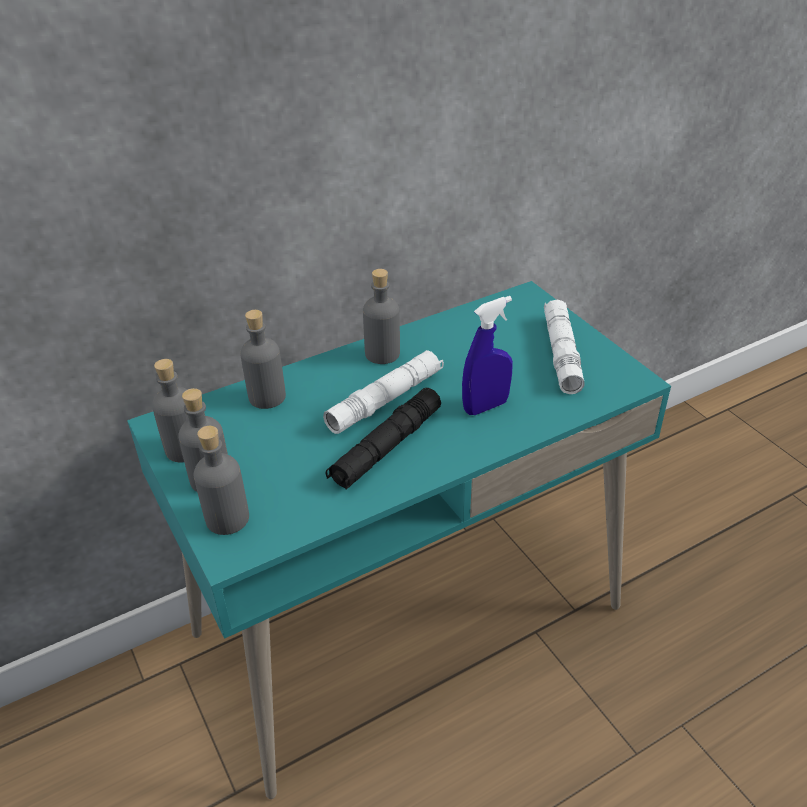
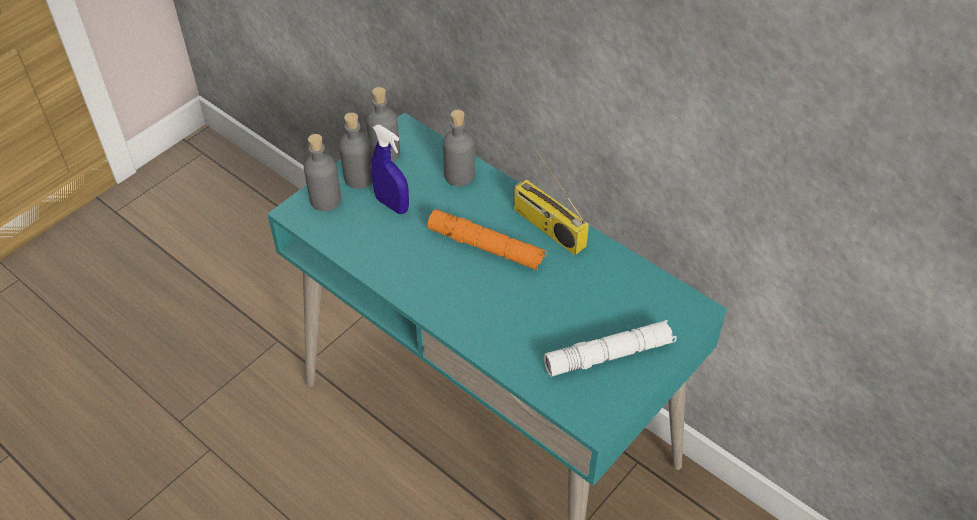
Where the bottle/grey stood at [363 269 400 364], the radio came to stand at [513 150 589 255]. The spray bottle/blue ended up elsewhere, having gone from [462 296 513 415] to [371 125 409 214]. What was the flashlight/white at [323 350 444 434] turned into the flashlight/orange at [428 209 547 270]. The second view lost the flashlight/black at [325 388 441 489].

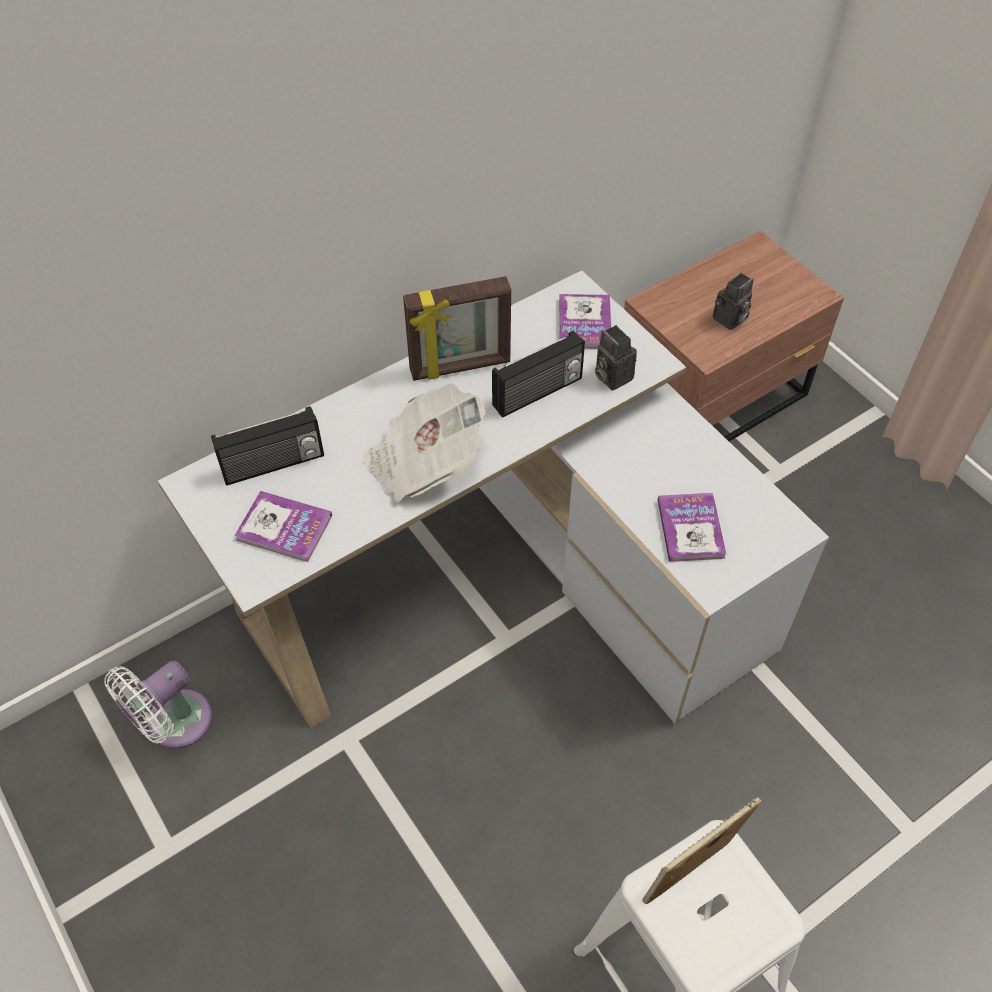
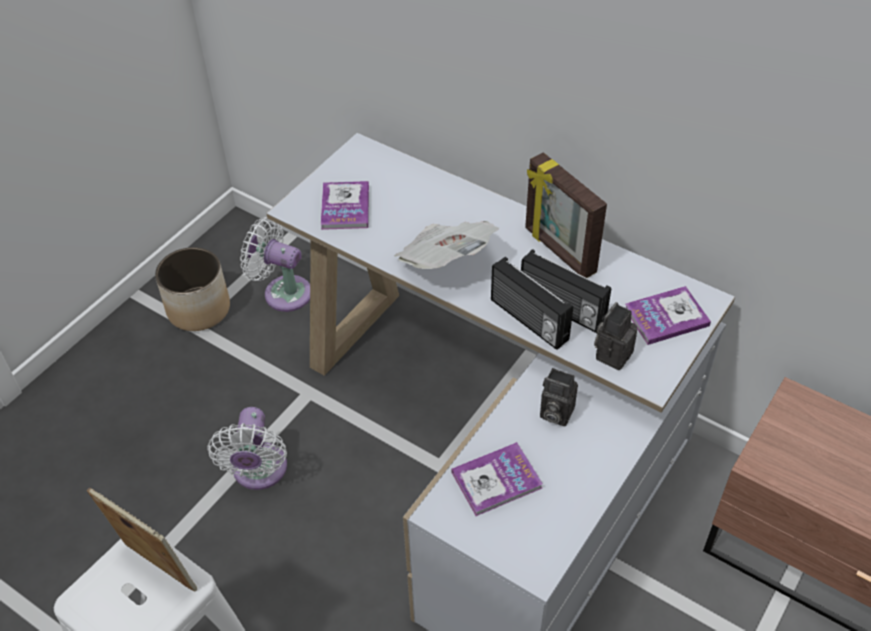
The photo camera ended up elsewhere, having gone from [713 273 754 330] to [540 368 578 426]. The radio ended up elsewhere, having gone from [211 406 324 486] to [491 257 573 350]. The second view gained the planter at [155 247 230 331]. The second view gained the fan/white at [207 407 287 490].

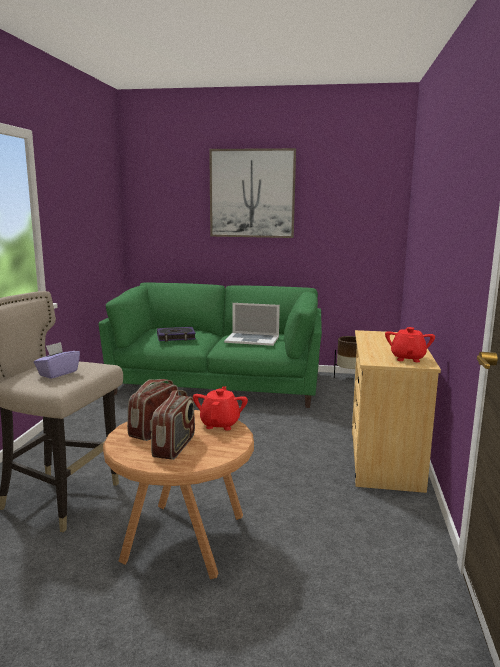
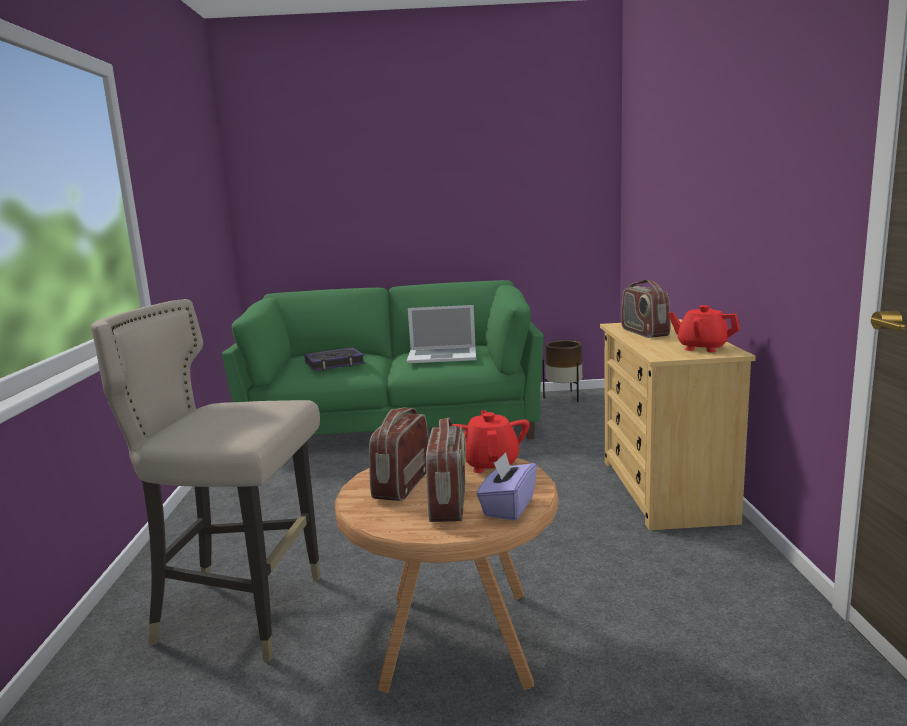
The second view lost the picture at [209 148 296 238]. The teapot/red at [385 327 435 362] ended up facing another way, 60 degrees counterclockwise from before. The tissue box/purple ended up elsewhere, having gone from [34 342 80 379] to [476 452 537 521]. The second view gained the radio at [621 279 671 338].

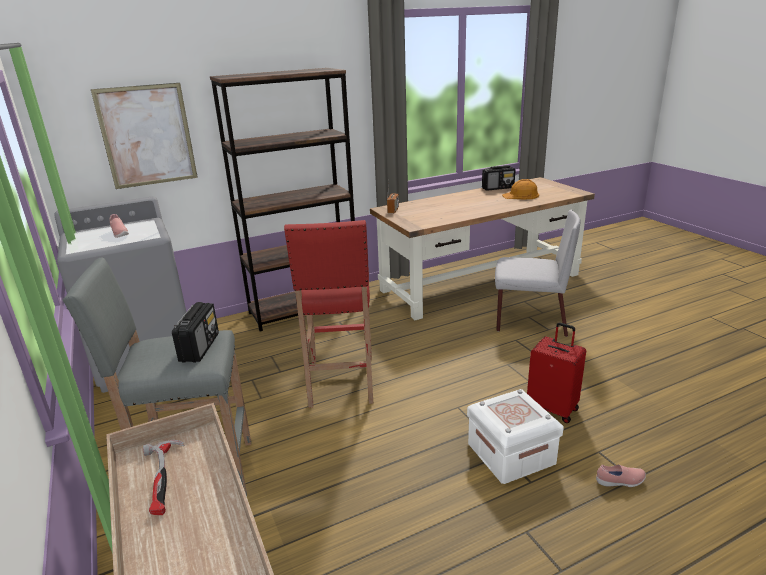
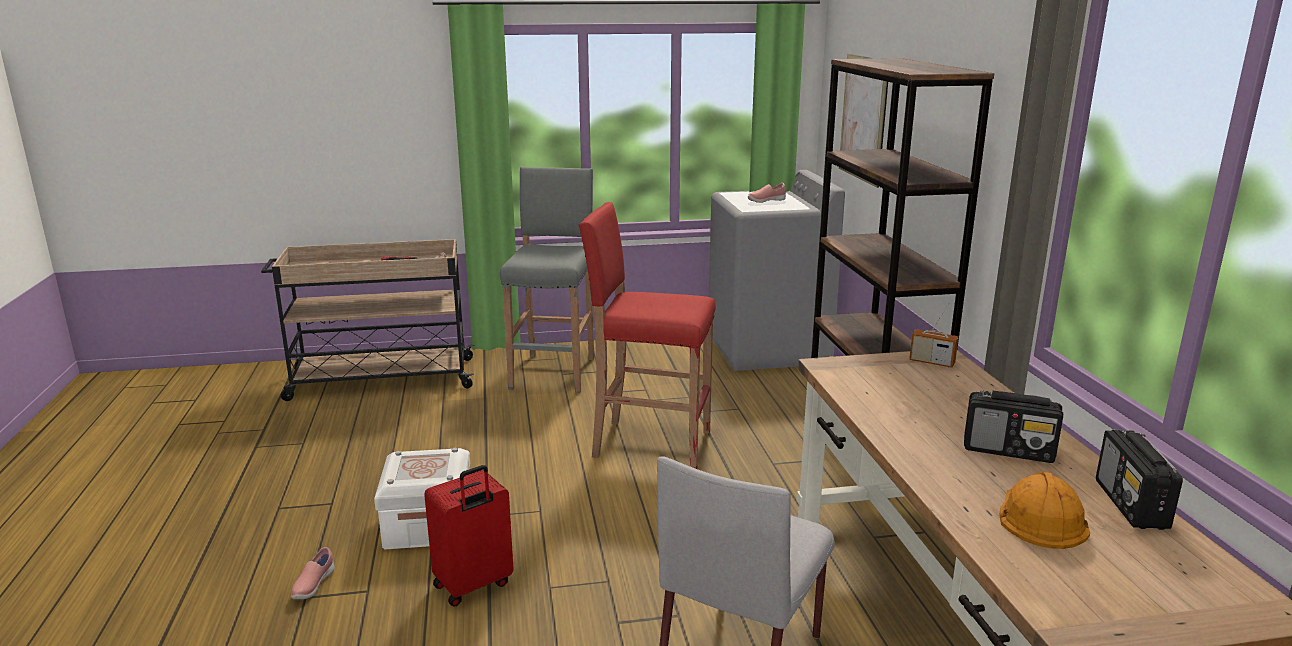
The radio ended up elsewhere, having gone from [172 302 219 363] to [964 390 1063 463].

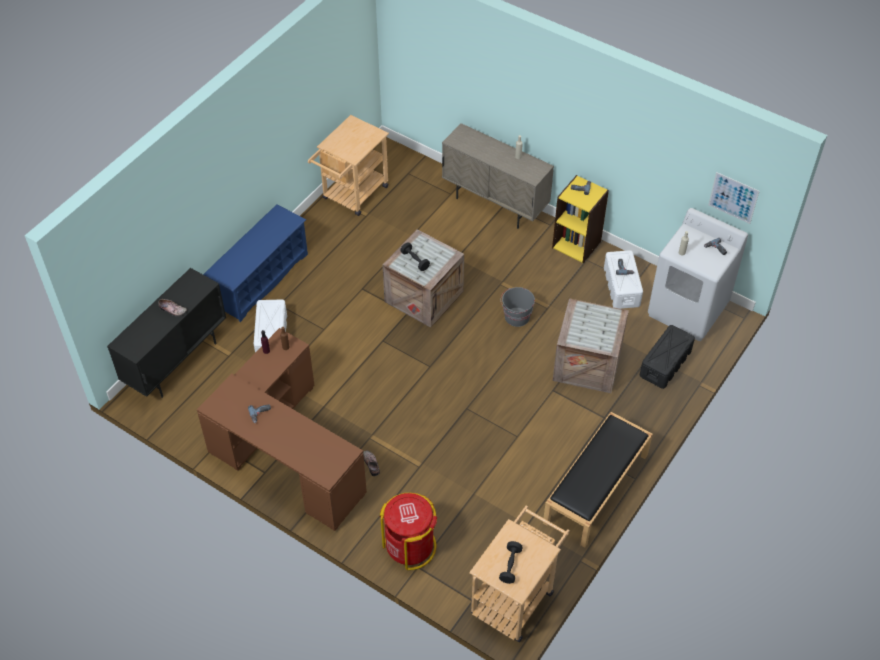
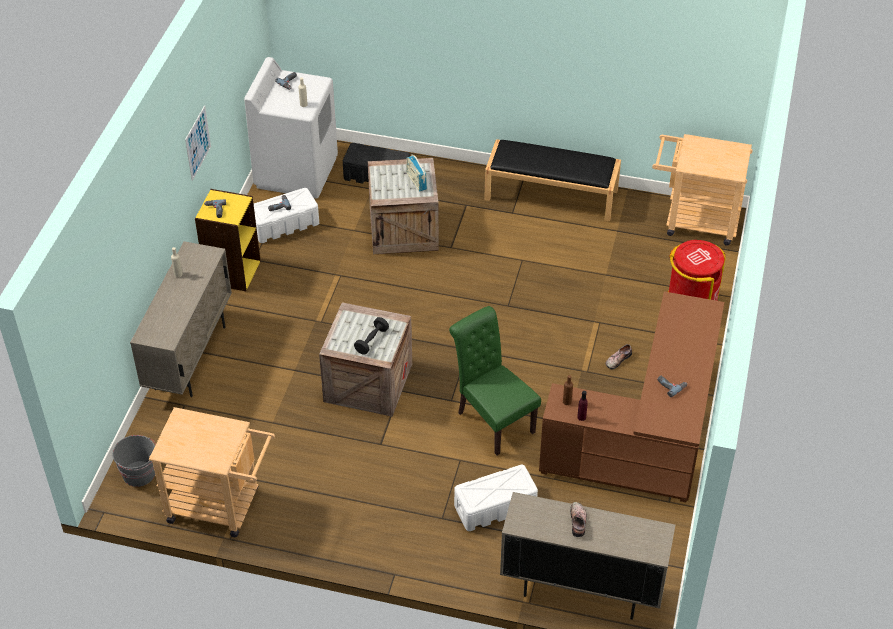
The picture ended up elsewhere, having gone from [708 172 759 224] to [185 105 211 181]. The second view lost the shoe rack/blue at [203 204 308 322]. What was the cabinet/black at [107 268 226 398] turned into the cabinet/beige at [500 492 675 620]. The bucket/grey ended up elsewhere, having gone from [501 287 535 327] to [112 435 156 487]. The second view lost the dumbbell/black at [499 541 523 584]. The second view gained the radio at [406 155 427 191]. The second view gained the chair/green at [449 306 541 456].

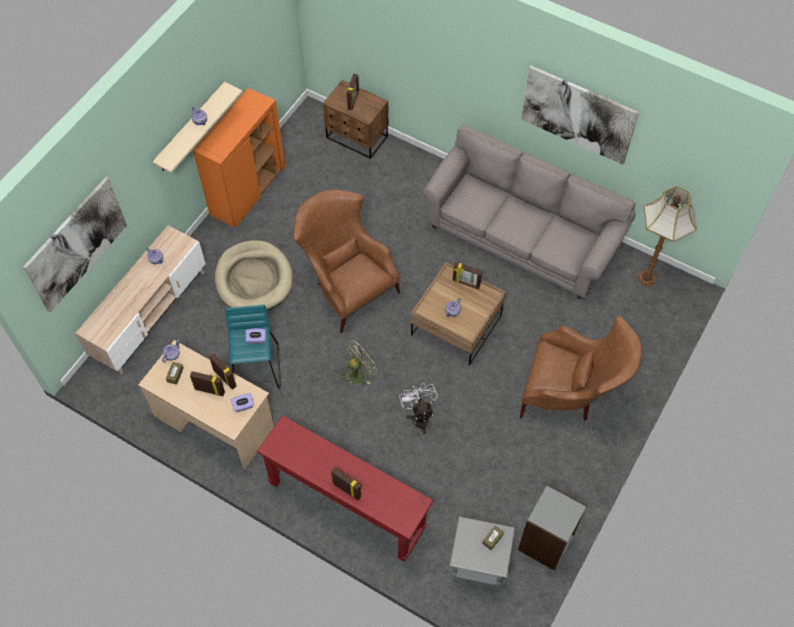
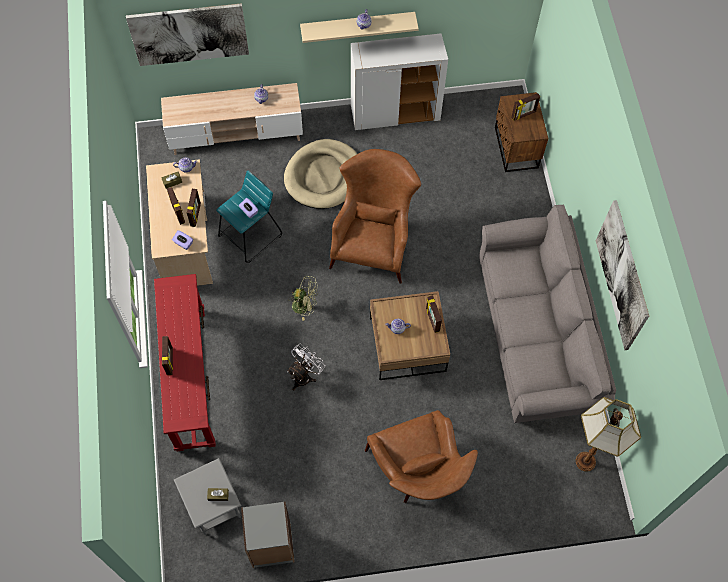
What was the cabinet/orange at [193 88 285 228] turned into the cabinet/white at [351 33 448 130].

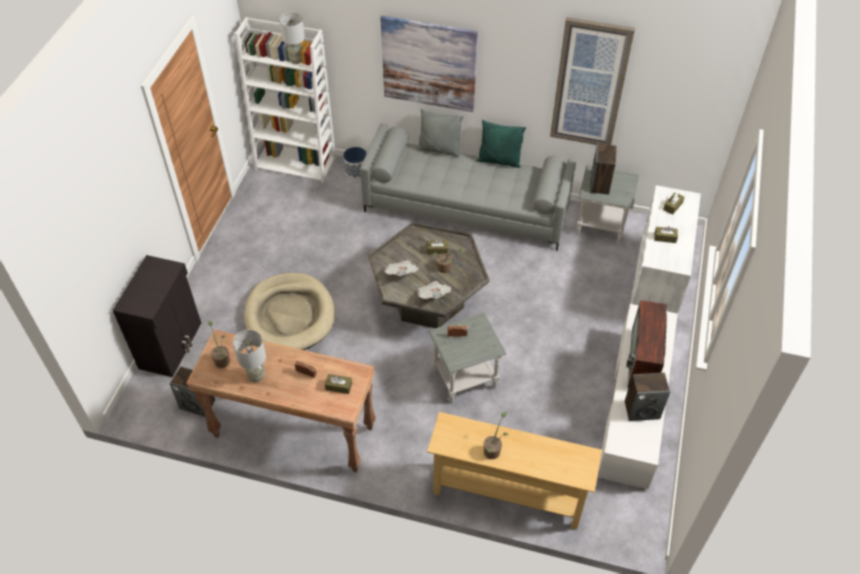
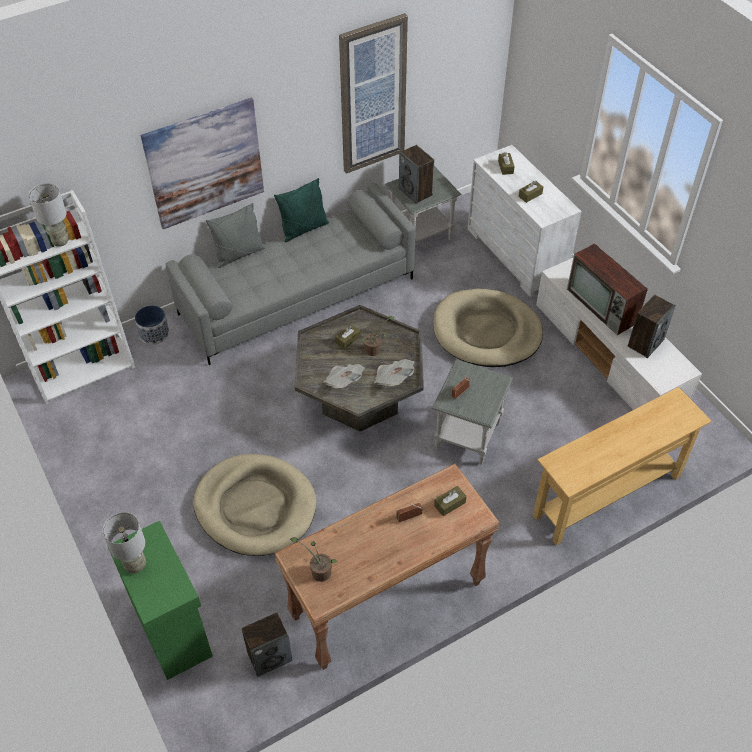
What was the cabinet/black at [113 255 201 377] turned into the cabinet/green at [107 521 213 680]. The table lamp/grey ended up elsewhere, having gone from [233 330 266 382] to [102 512 146 574]. The second view lost the potted plant at [483 412 509 459]. The second view gained the dog bed/beige at [433 289 543 367].

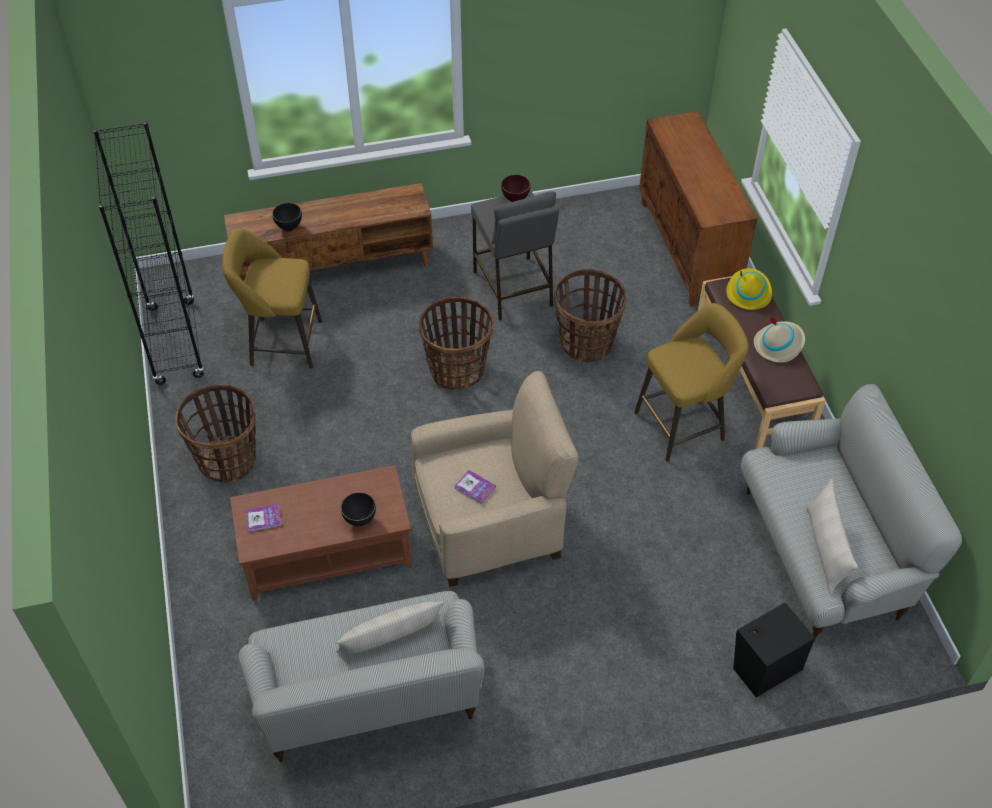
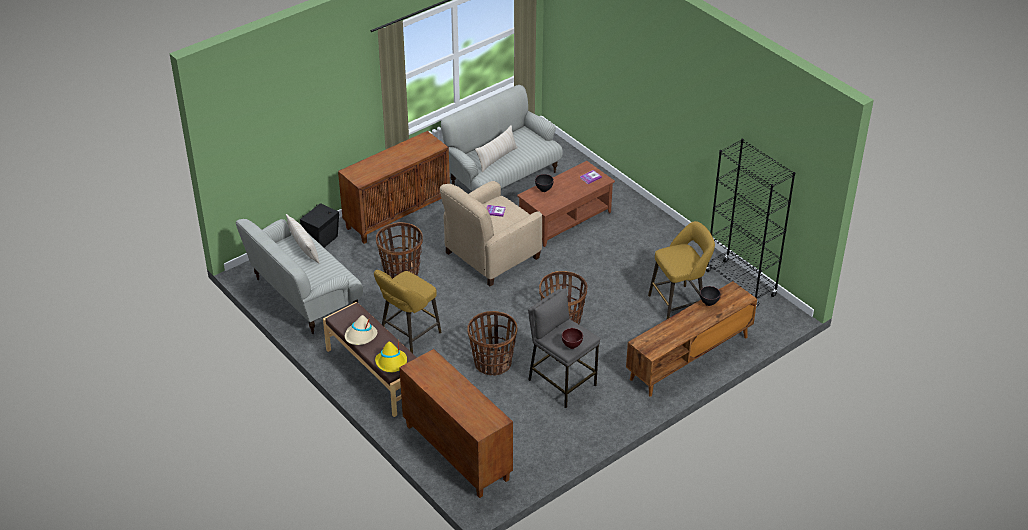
The basket ended up elsewhere, having gone from [175 385 256 483] to [376 222 423 279]. The second view gained the cabinet/brown at [338 131 450 244].

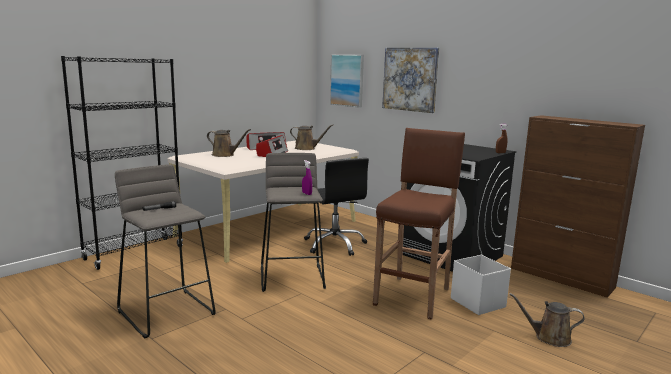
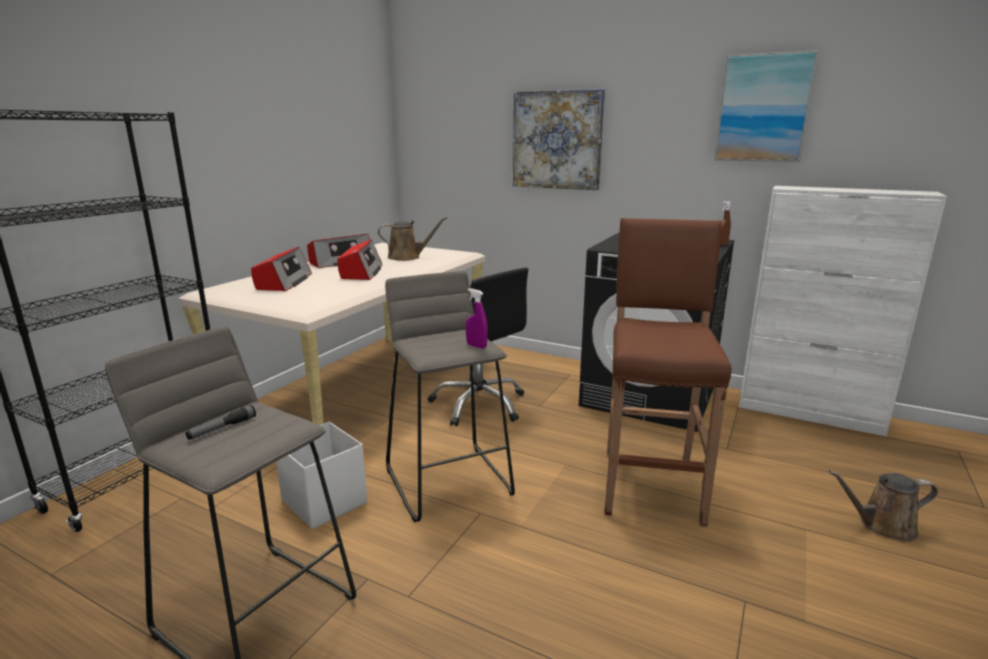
The picture ended up elsewhere, having gone from [330 54 364 108] to [714 50 818 162]. What was the cabinet/brown at [511 115 645 298] turned into the cabinet/white at [739 186 947 436]. Where the watering can/brown stood at [207 129 251 157], the radio came to stand at [251 247 312 291]. The storage box/white ended up elsewhere, having gone from [451 255 511 315] to [276 422 367 529].

